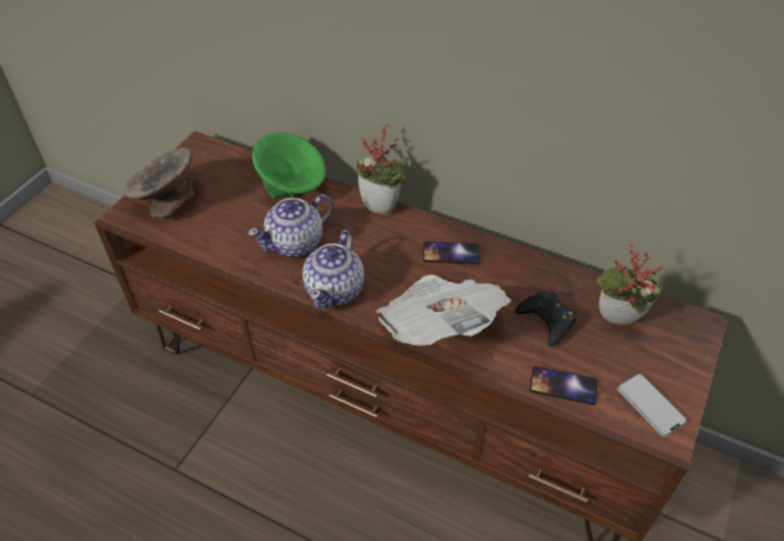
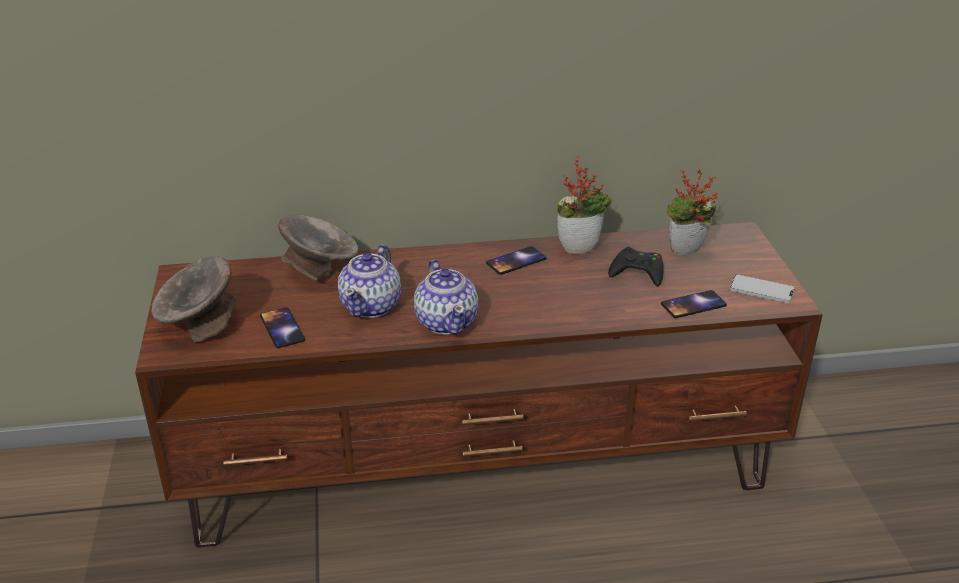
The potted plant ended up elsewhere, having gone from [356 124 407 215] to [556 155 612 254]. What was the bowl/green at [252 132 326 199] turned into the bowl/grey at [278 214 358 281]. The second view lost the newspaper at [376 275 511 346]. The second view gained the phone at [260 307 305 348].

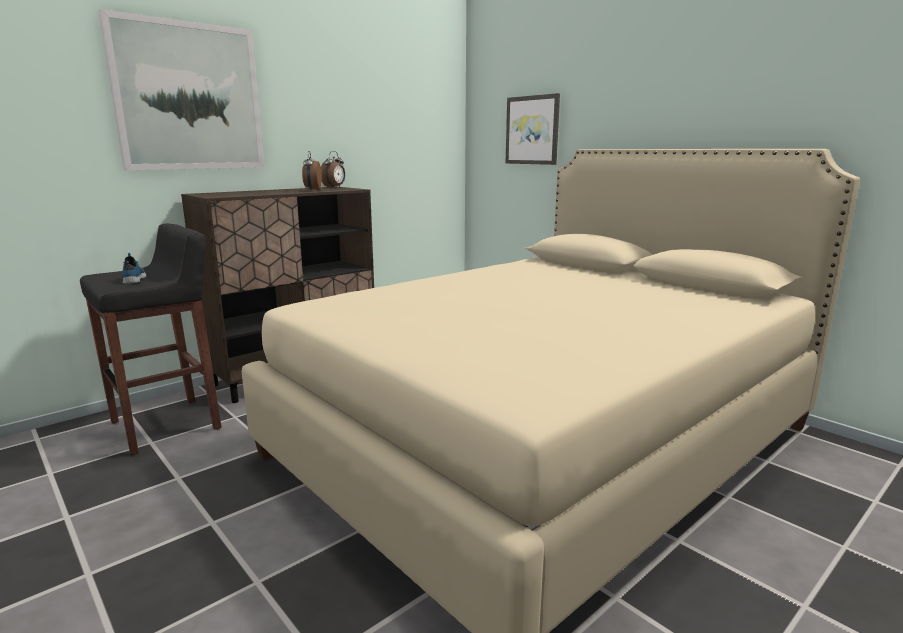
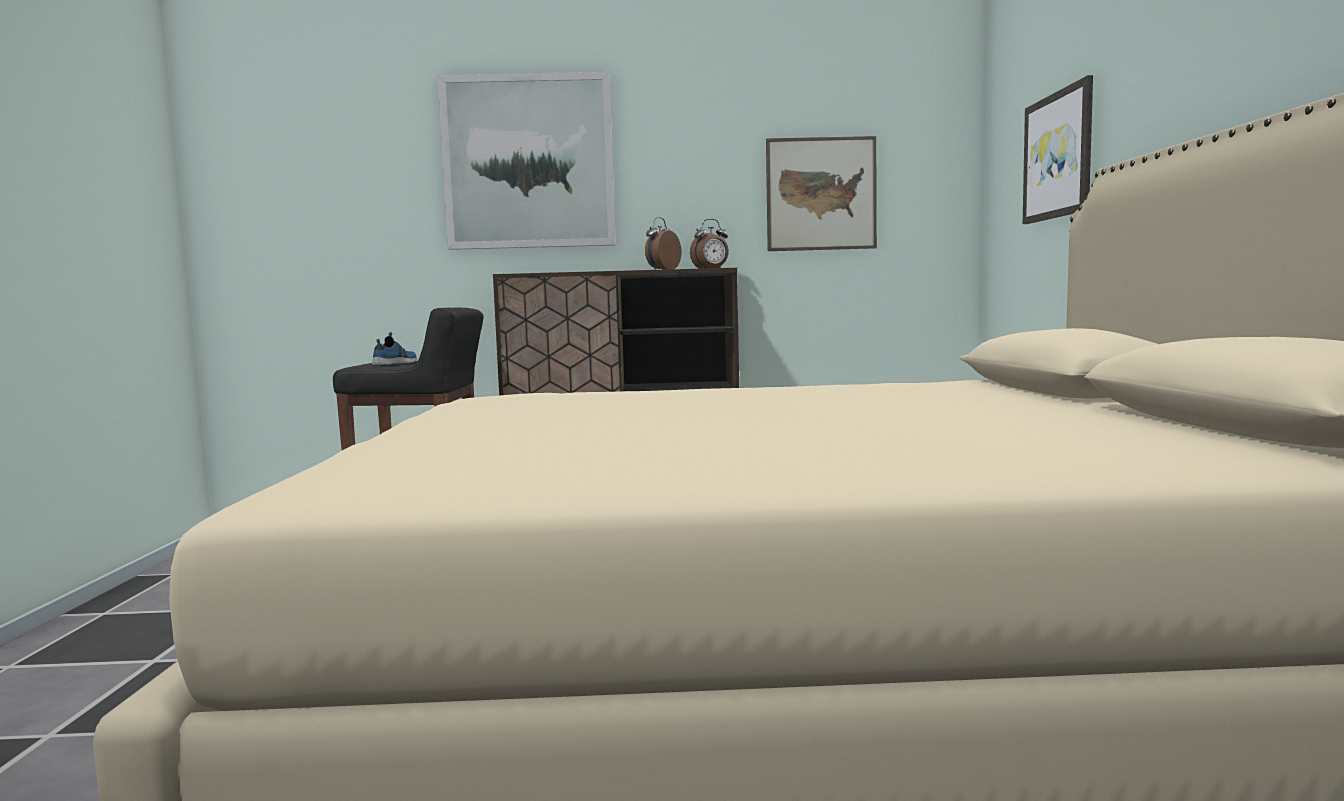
The second view gained the picture at [766 136 877 251].

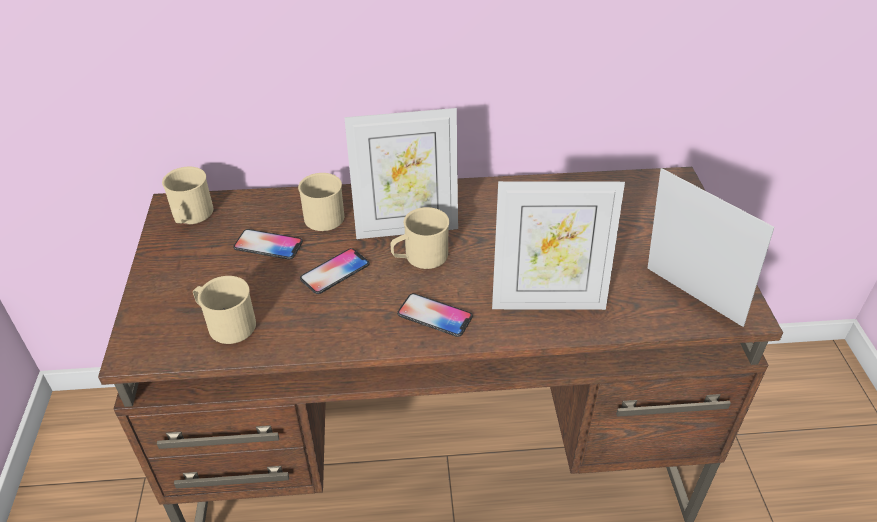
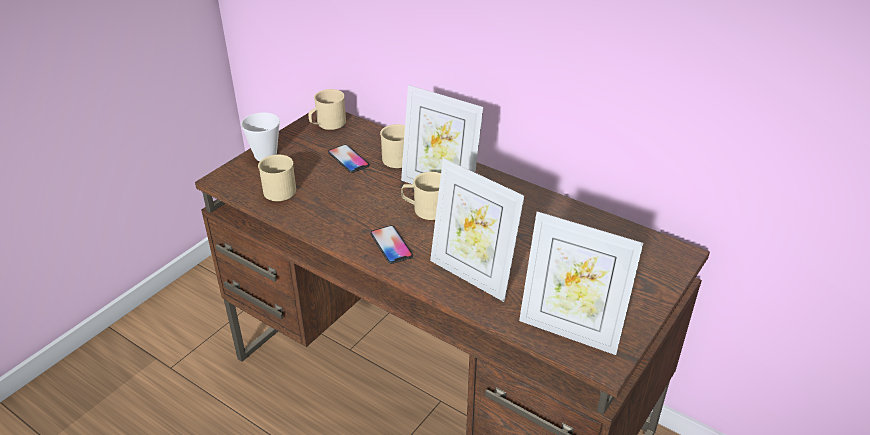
The picture frame at [647 168 774 327] ended up facing another way, 120 degrees clockwise from before. The second view lost the phone at [300 248 370 294]. The second view gained the cup at [241 112 280 161].

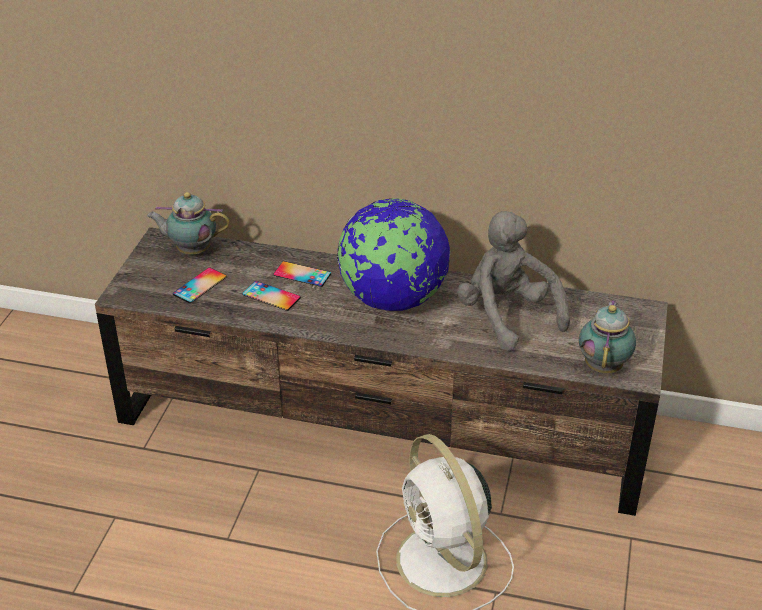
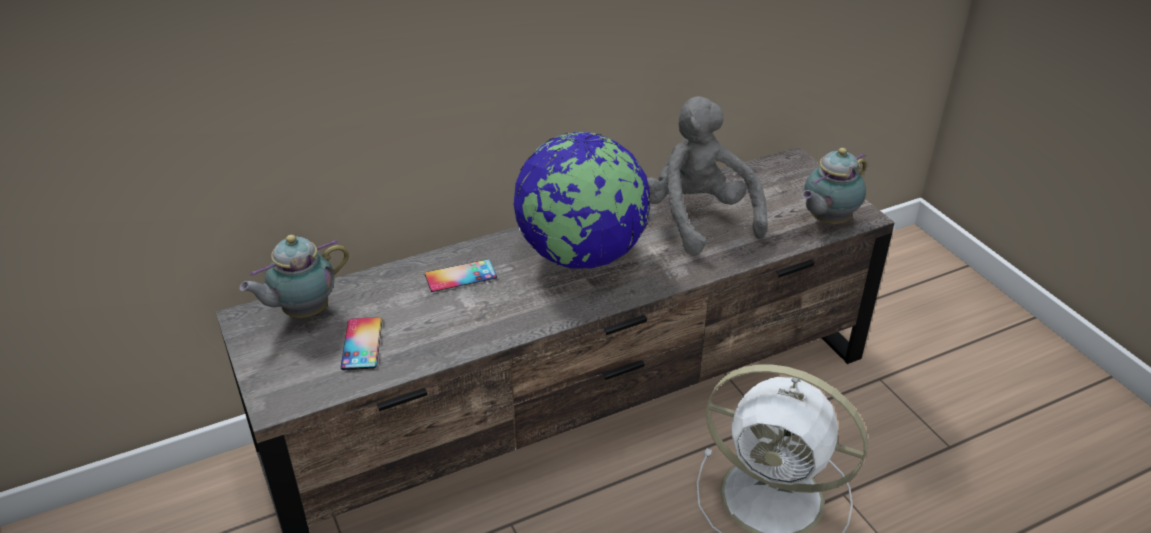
The plush toy/grey at [457 211 570 351] ended up facing another way, 45 degrees clockwise from before. The second view lost the phone at [242 281 301 311]. The teapot at [579 300 636 373] ended up facing another way, 105 degrees counterclockwise from before.

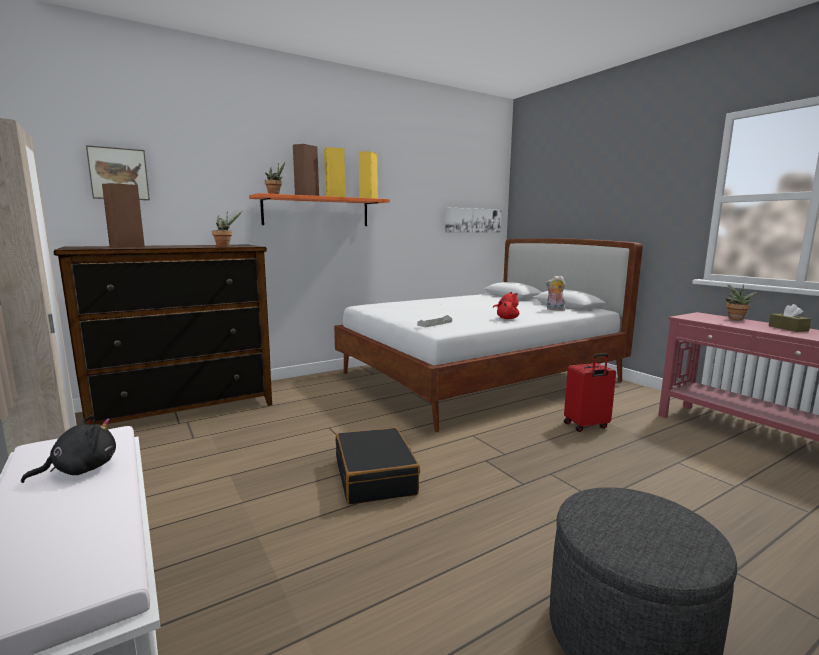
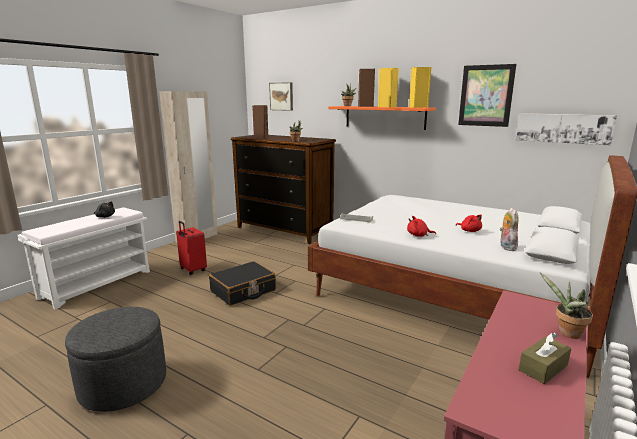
The suitcase/red ended up elsewhere, having gone from [564 353 616 432] to [176 221 207 275]. The second view gained the picture at [458 64 516 127].

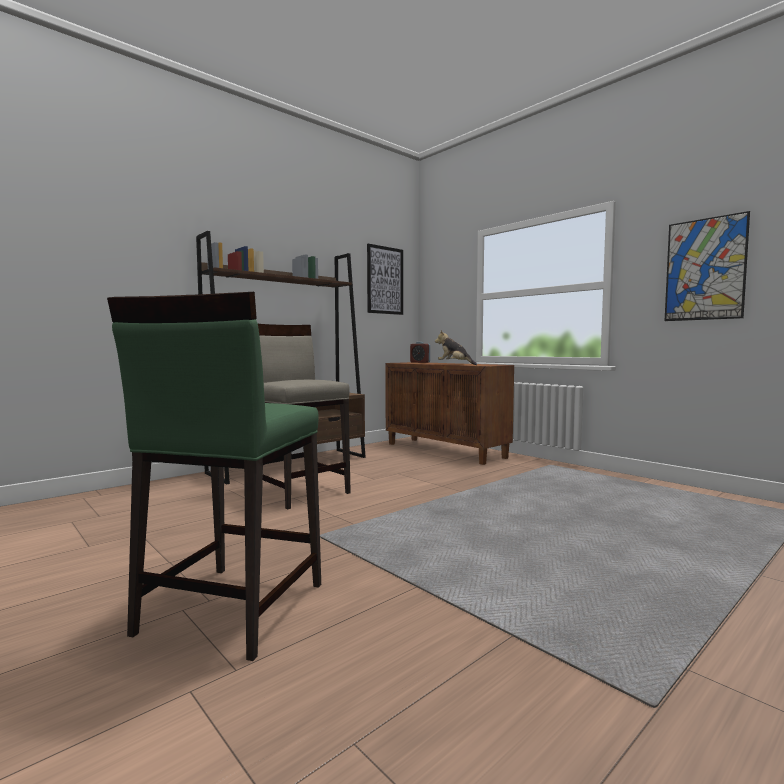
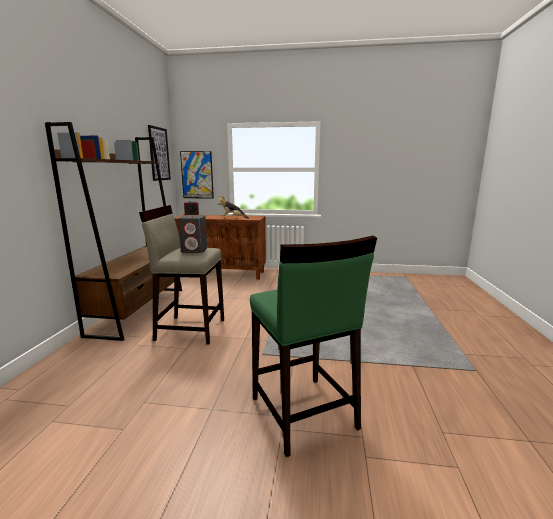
The picture ended up elsewhere, having gone from [665 211 750 321] to [180 151 214 199]. The second view gained the speaker/grey at [178 215 207 253].

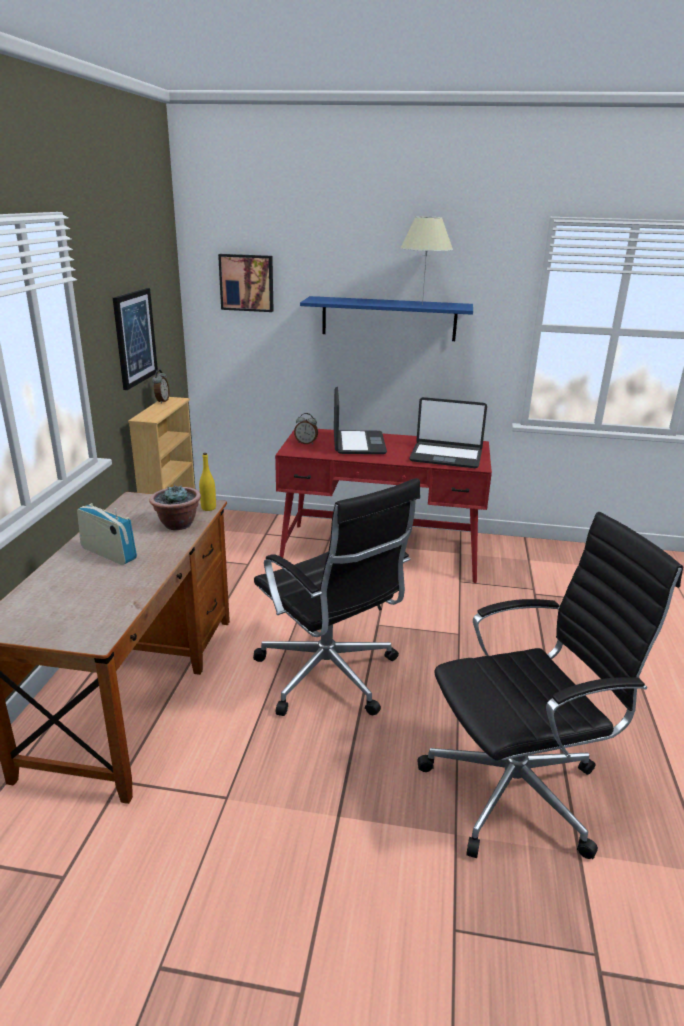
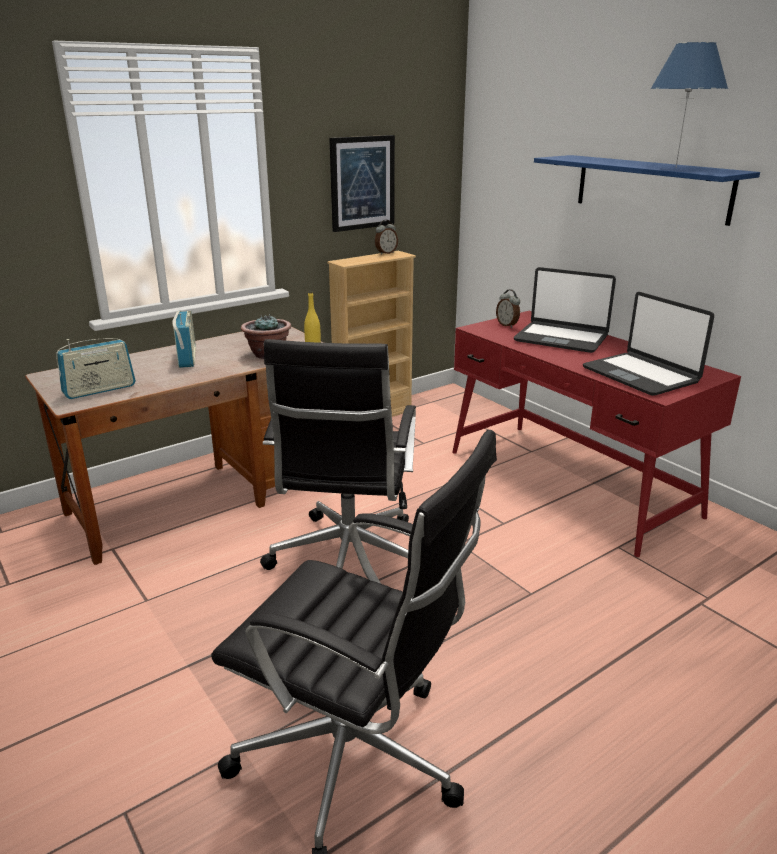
What was the table lamp/beige at [400 216 453 305] turned into the table lamp/blue at [651 42 728 168]. The second view lost the picture at [218 254 274 312]. The laptop at [334 387 387 454] ended up facing another way, 75 degrees clockwise from before. The second view gained the radio at [56 338 136 399].

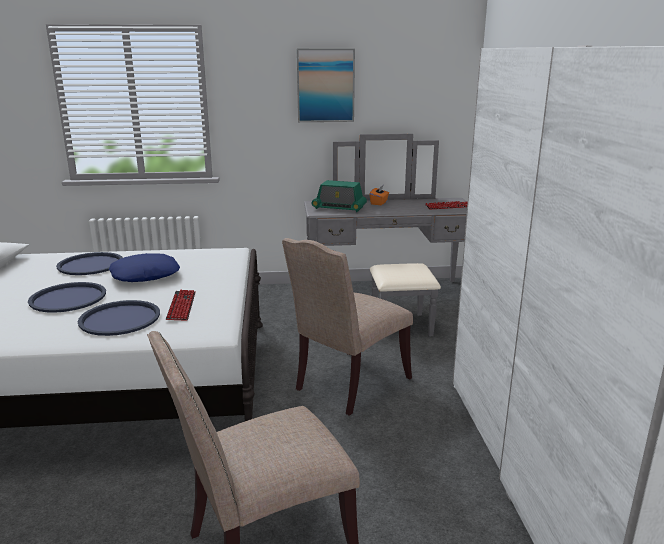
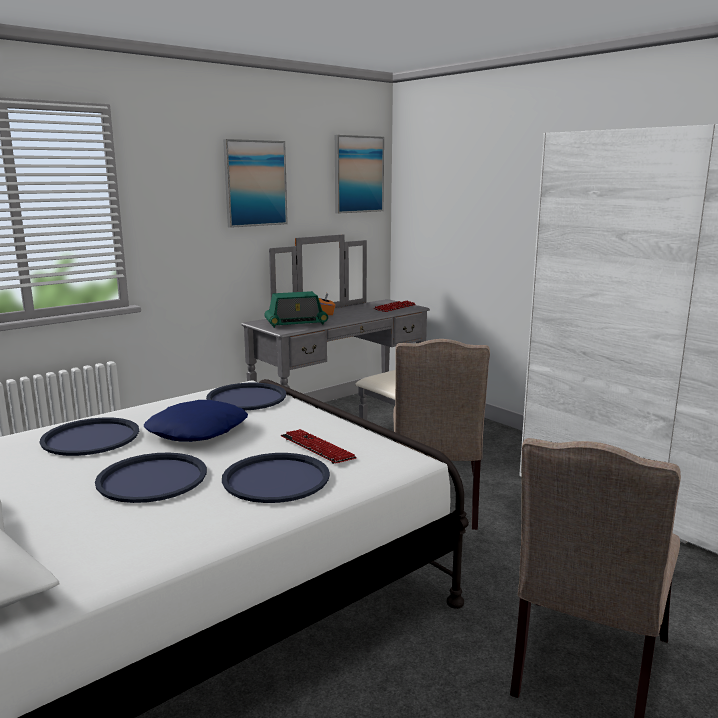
The second view gained the picture at [335 135 384 214]. The second view gained the tray/blue at [206 383 286 411].

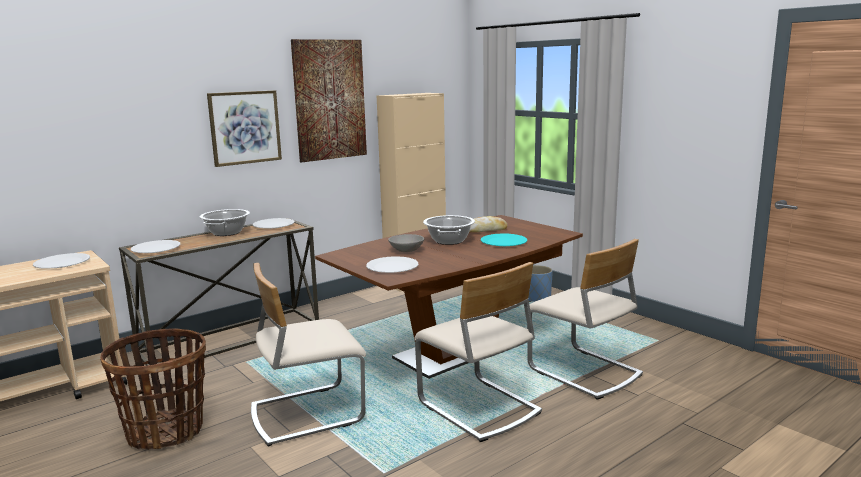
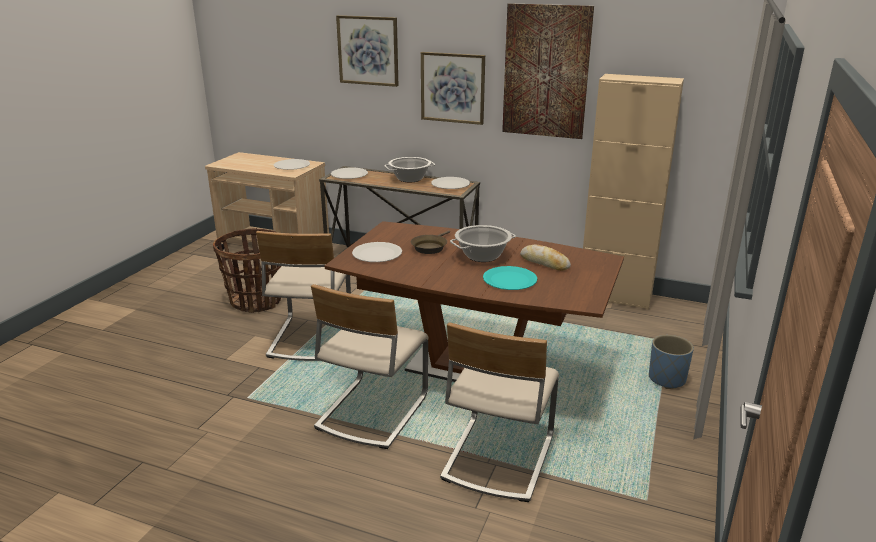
Where the bowl/grey stood at [388 234 424 252], the frying pan/brown came to stand at [411 230 450 254]. The chair/beige at [251 263 366 447] ended up facing another way, 120 degrees counterclockwise from before. The second view gained the picture at [336 15 398 87].

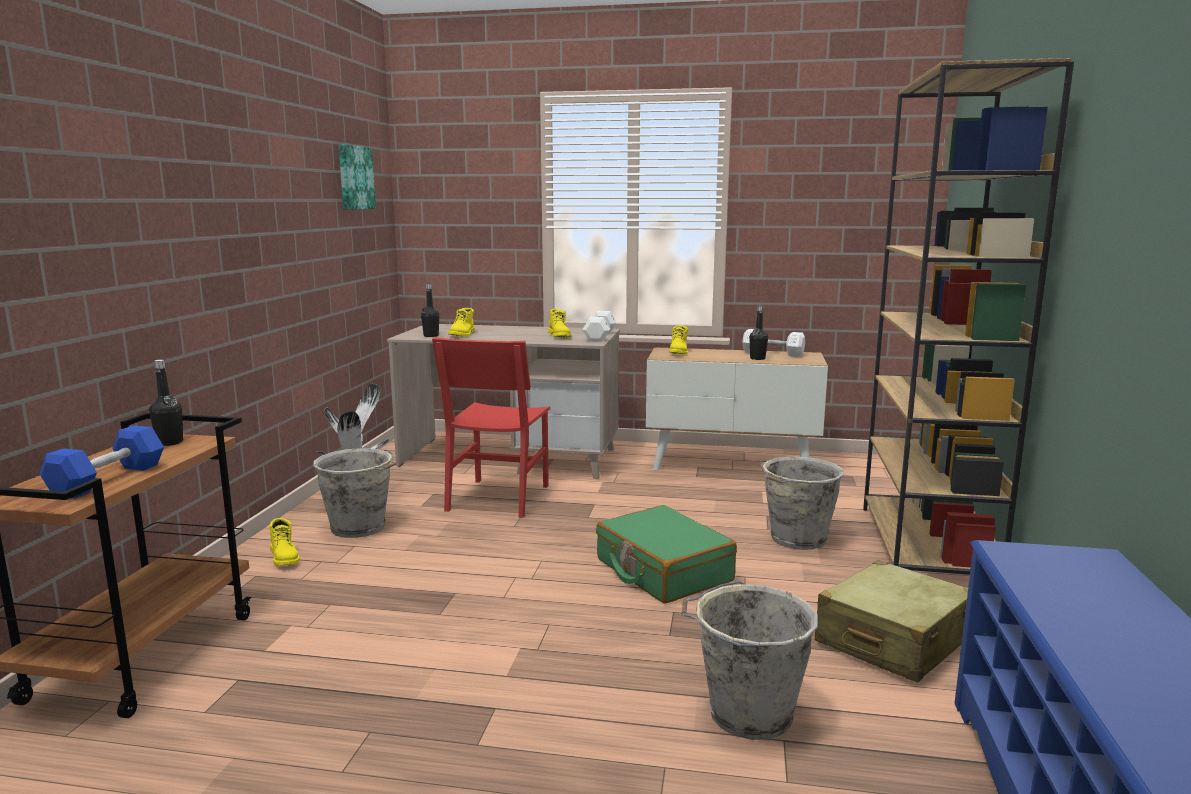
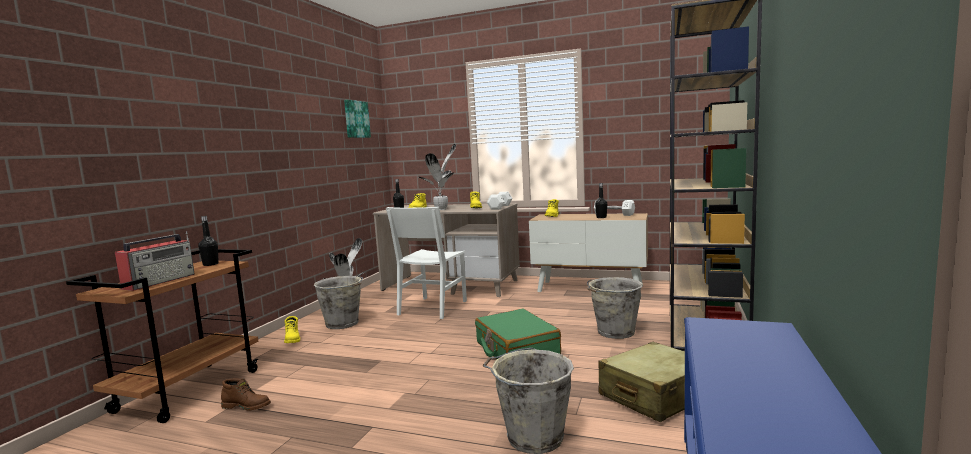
What was the chair/red at [432 337 550 518] turned into the chair/white at [386 207 467 319]. Where the dumbbell/blue stood at [40 425 164 499], the radio came to stand at [115 231 195 291]. The second view gained the potted plant at [418 144 456 210]. The second view gained the boot/brown at [221 379 271 411].

